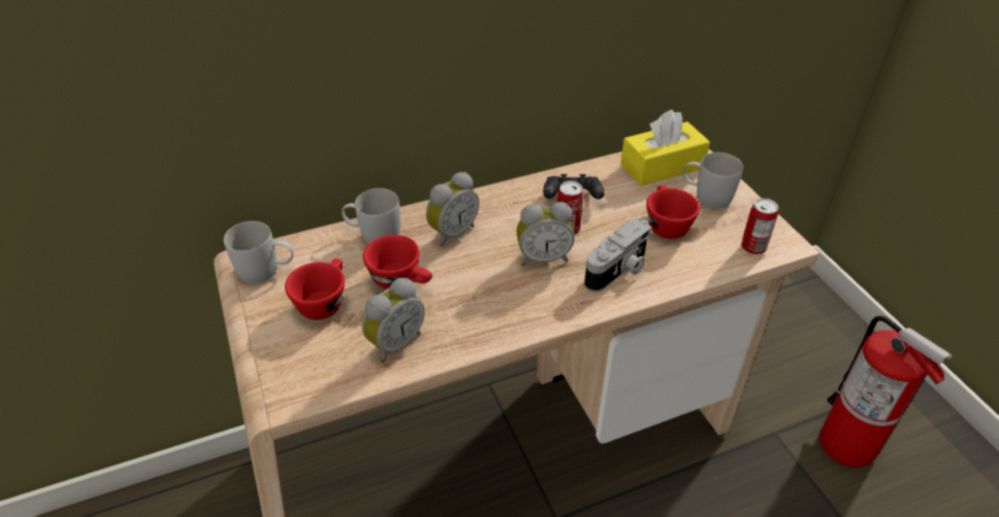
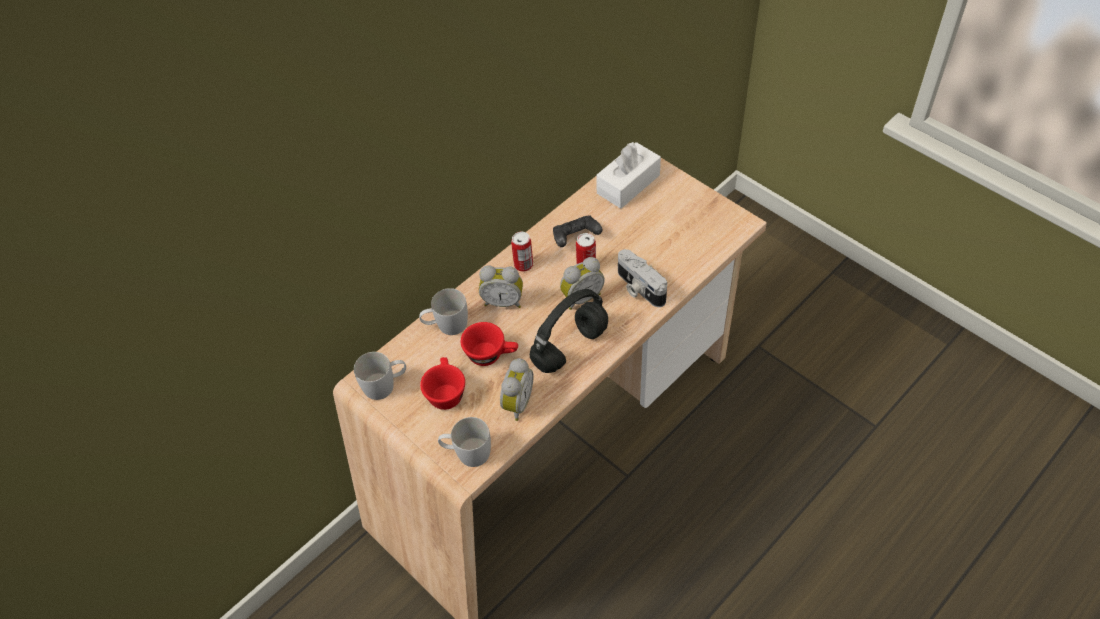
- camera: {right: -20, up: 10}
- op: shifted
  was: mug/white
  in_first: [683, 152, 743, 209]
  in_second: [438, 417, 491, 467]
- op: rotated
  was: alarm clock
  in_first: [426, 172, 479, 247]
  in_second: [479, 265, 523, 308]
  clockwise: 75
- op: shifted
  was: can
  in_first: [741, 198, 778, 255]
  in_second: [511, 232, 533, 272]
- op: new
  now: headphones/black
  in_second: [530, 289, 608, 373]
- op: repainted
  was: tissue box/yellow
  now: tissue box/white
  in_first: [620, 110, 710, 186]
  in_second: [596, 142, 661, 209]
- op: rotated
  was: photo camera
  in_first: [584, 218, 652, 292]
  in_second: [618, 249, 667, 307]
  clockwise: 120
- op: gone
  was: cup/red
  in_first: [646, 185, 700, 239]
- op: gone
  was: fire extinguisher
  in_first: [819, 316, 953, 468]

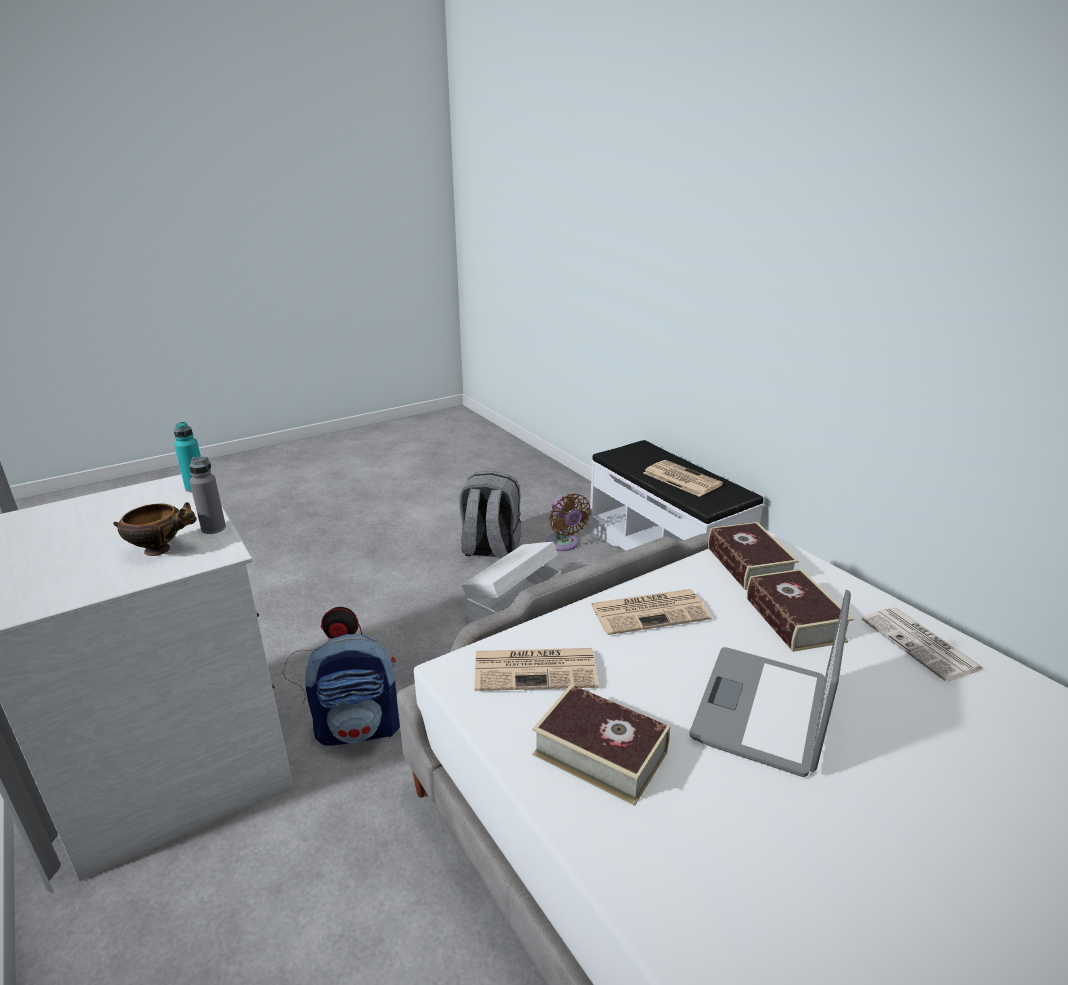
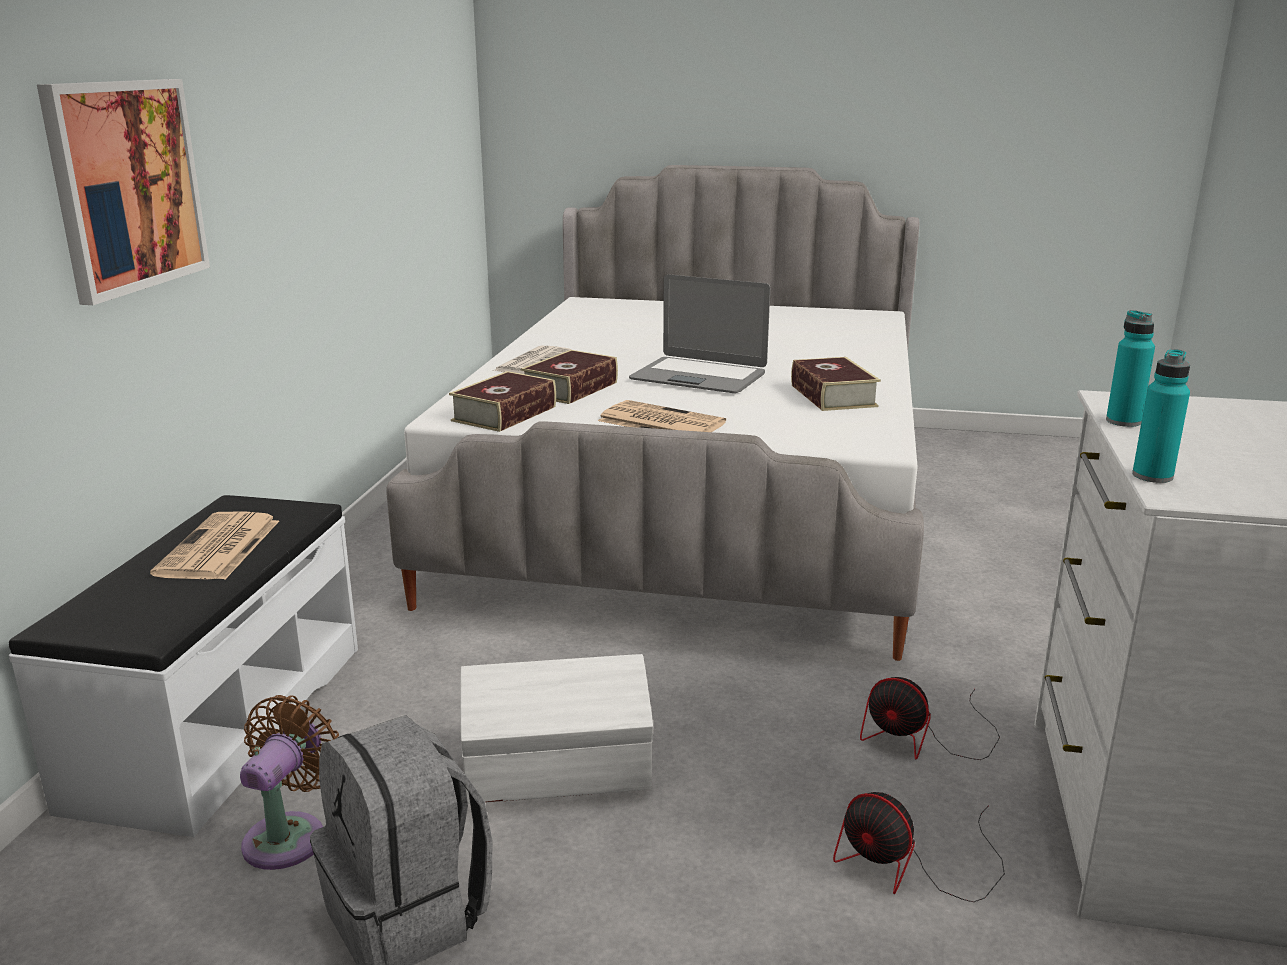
- camera: {right: -135, up: -5}
- op: new
  now: picture
  in_second: [37, 79, 210, 305]
- op: rotated
  was: laptop
  in_first: [690, 590, 851, 777]
  in_second: [629, 274, 770, 393]
  clockwise: 45
- op: swapped
  was: backpack
  now: fan
  in_first: [305, 634, 400, 746]
  in_second: [860, 677, 1000, 760]
- op: repainted
  was: bottle/grey
  now: bottle/turquoise
  in_first: [190, 456, 226, 534]
  in_second: [1106, 310, 1155, 427]
- op: gone
  was: bowl
  in_first: [113, 502, 196, 556]
- op: gone
  was: newspaper
  in_first: [474, 648, 599, 691]

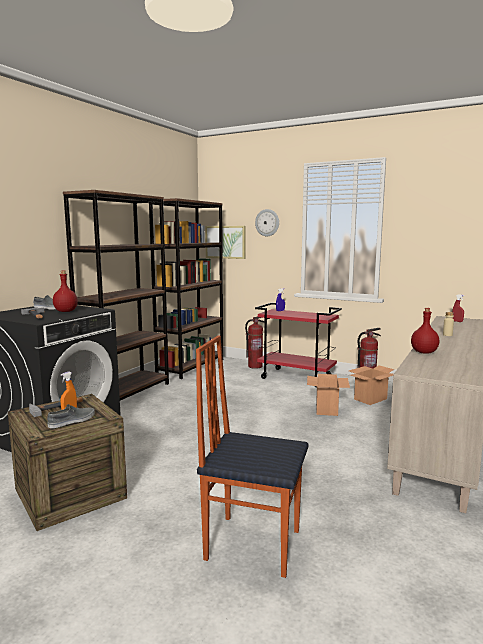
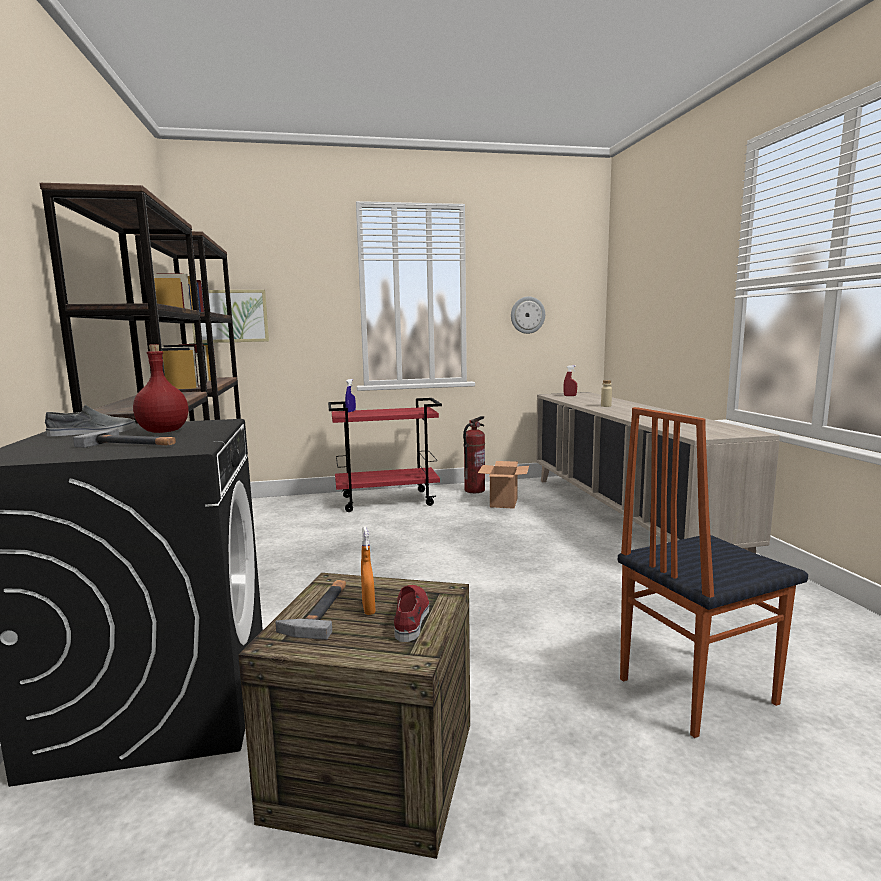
- camera: {right: -40, up: 0}
- op: repainted
  was: shoe/grey
  now: shoe/red
  in_first: [47, 404, 95, 428]
  in_second: [394, 585, 429, 642]
- op: shifted
  was: wall clock
  in_first: [255, 209, 279, 236]
  in_second: [511, 297, 545, 334]
- op: gone
  was: fire extinguisher
  in_first: [245, 317, 265, 369]
- op: gone
  was: cardboard box
  in_first: [307, 374, 350, 416]
- op: gone
  was: bottle/red
  in_first: [411, 308, 439, 354]

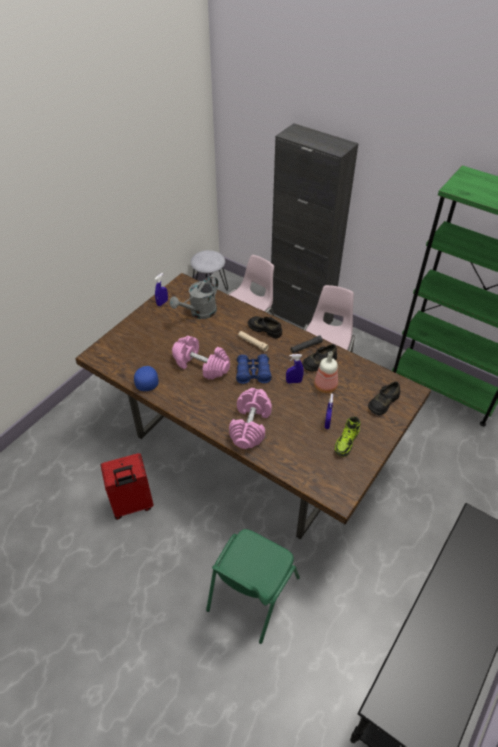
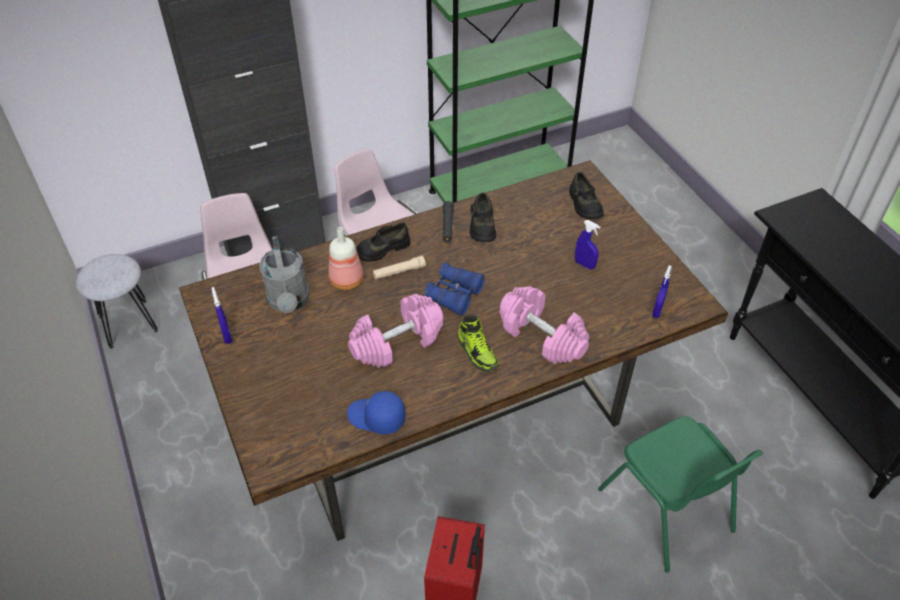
- camera: {right: -60, up: 0}
- op: shifted
  was: bottle
  in_first: [314, 351, 338, 393]
  in_second: [329, 227, 364, 290]
- op: shifted
  was: shoe
  in_first: [334, 417, 361, 457]
  in_second: [457, 314, 499, 372]
- op: shifted
  was: spray bottle/blue
  in_first: [286, 354, 304, 384]
  in_second: [652, 265, 672, 318]

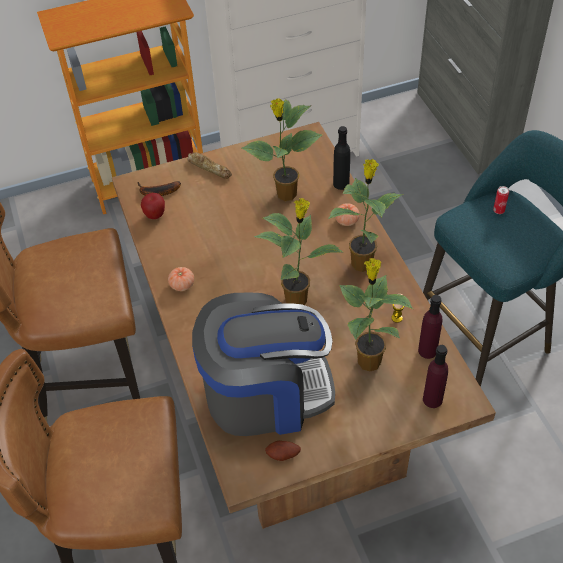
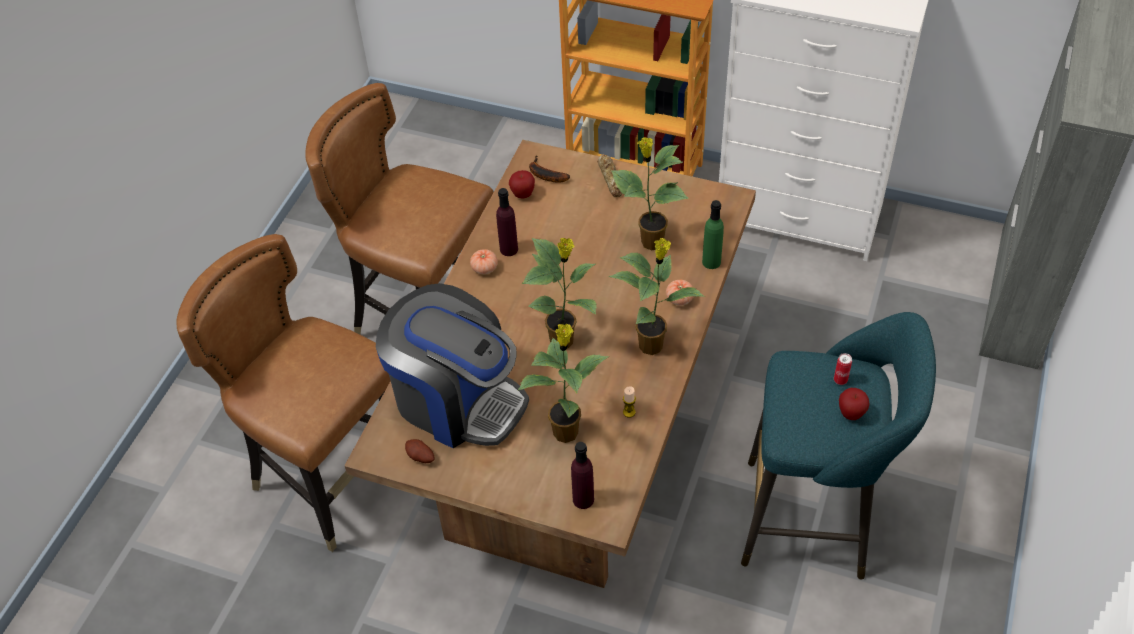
- camera: {right: 40, up: 0}
- op: shifted
  was: bottle/purple
  in_first: [418, 295, 442, 359]
  in_second: [496, 188, 518, 256]
- op: repainted
  was: bottle/black
  now: bottle/green
  in_first: [333, 126, 350, 190]
  in_second: [702, 200, 724, 269]
- op: new
  now: apple
  in_second: [839, 388, 870, 420]

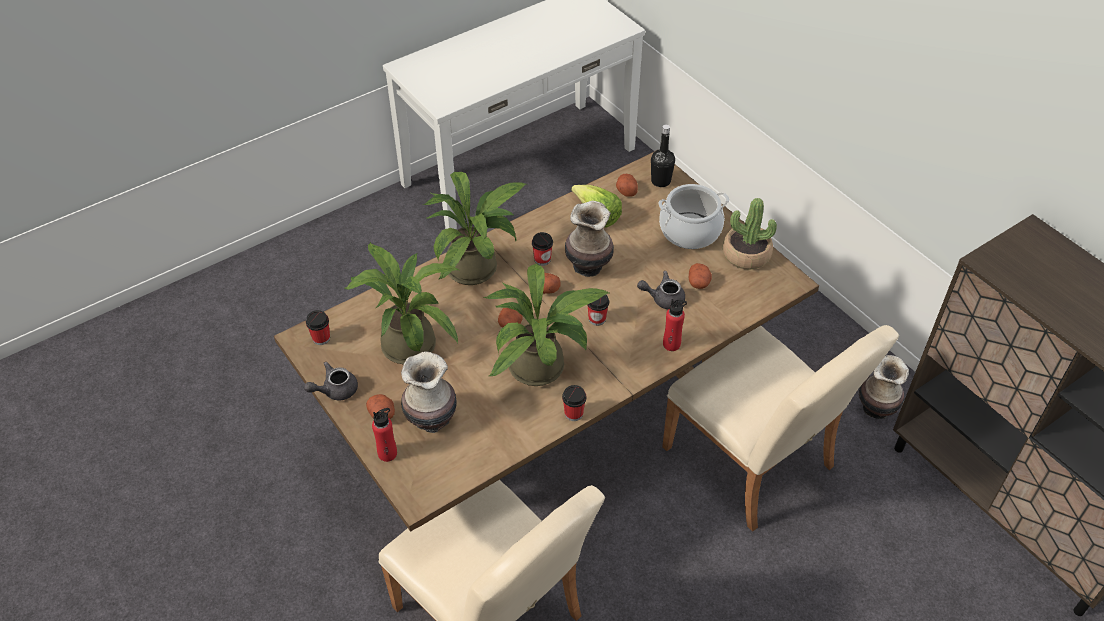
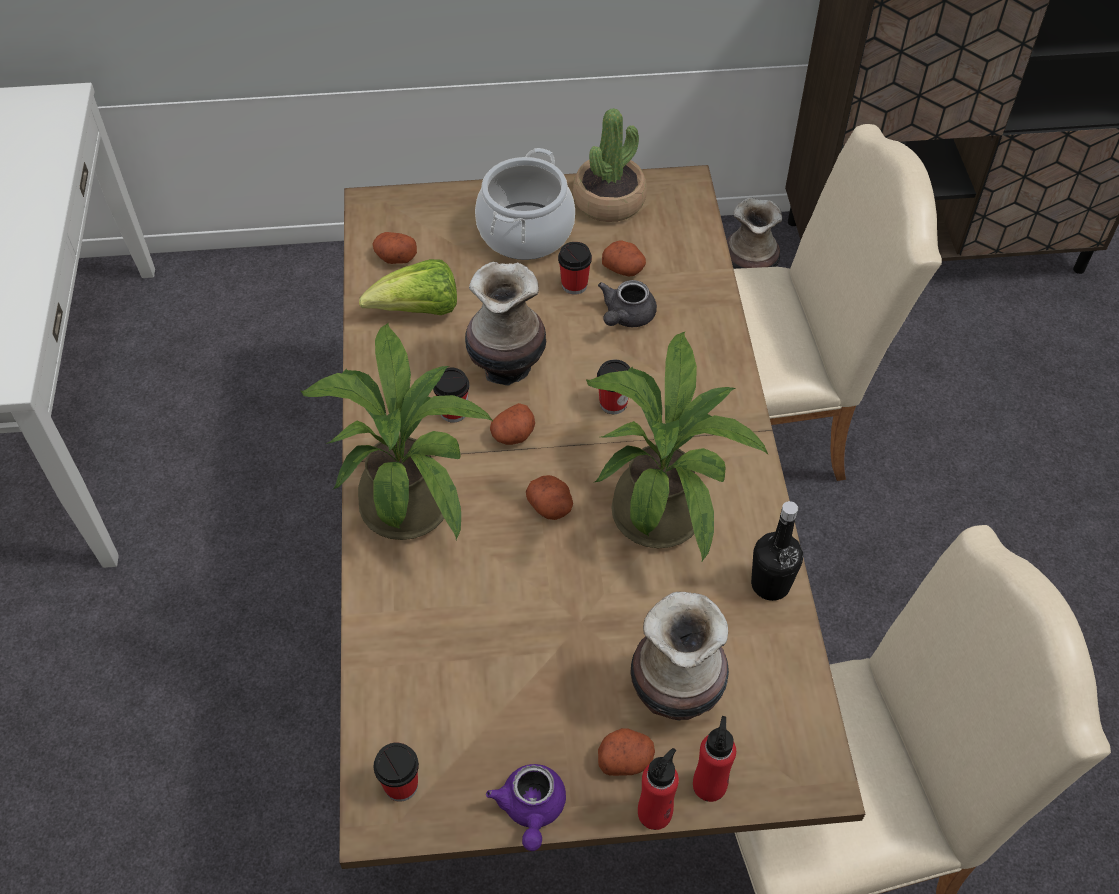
- camera: {right: -60, up: 5}
- op: repainted
  was: teapot/grey
  now: teapot/purple
  in_first: [304, 362, 358, 401]
  in_second: [486, 764, 566, 851]
- op: shifted
  was: cup
  in_first: [562, 385, 586, 421]
  in_second: [558, 242, 592, 295]
- op: shifted
  was: bottle/red
  in_first: [663, 299, 687, 351]
  in_second: [638, 748, 679, 830]
- op: shifted
  was: bottle/black
  in_first: [651, 124, 675, 187]
  in_second: [751, 501, 803, 601]
- op: gone
  was: potted plant
  in_first: [345, 242, 459, 365]

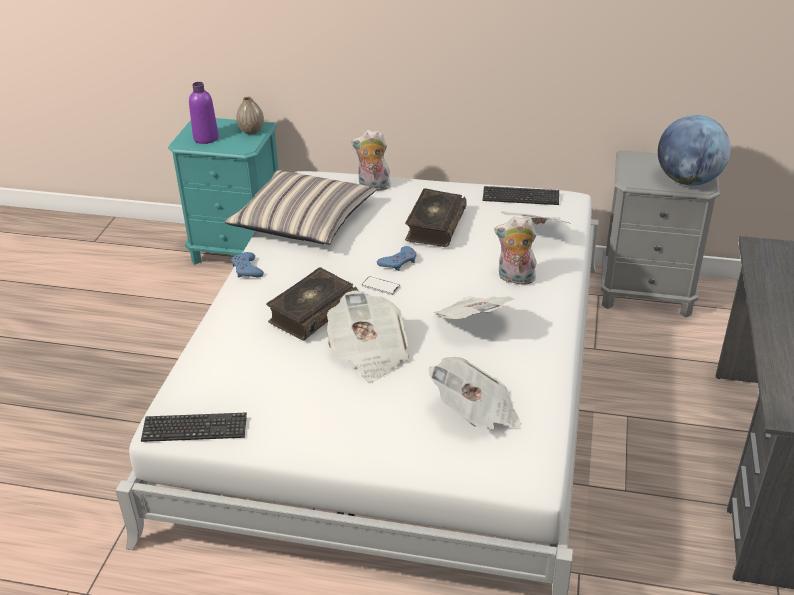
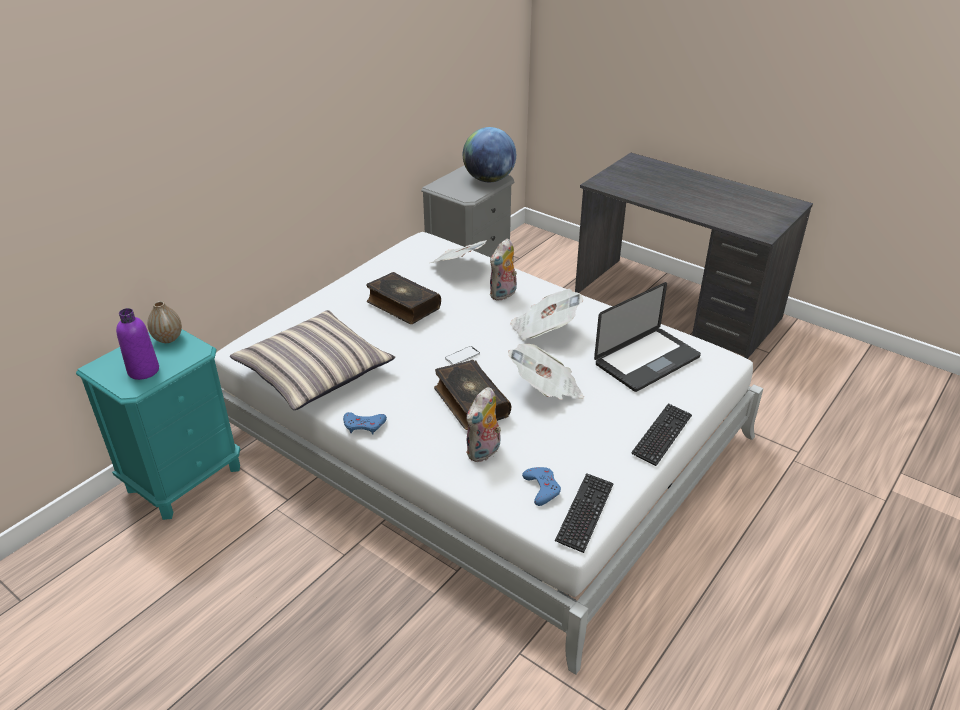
- camera: {right: -65, up: 0}
- op: shifted
  was: plush toy
  in_first: [351, 130, 391, 191]
  in_second: [466, 387, 501, 462]
- op: shifted
  was: game controller/blue
  in_first: [377, 246, 416, 271]
  in_second: [522, 467, 561, 506]
- op: swapped
  was: newspaper
  now: laptop
  in_first: [429, 357, 522, 429]
  in_second: [594, 282, 701, 392]
- op: shifted
  was: keyboard
  in_first: [483, 186, 559, 205]
  in_second: [631, 403, 692, 466]

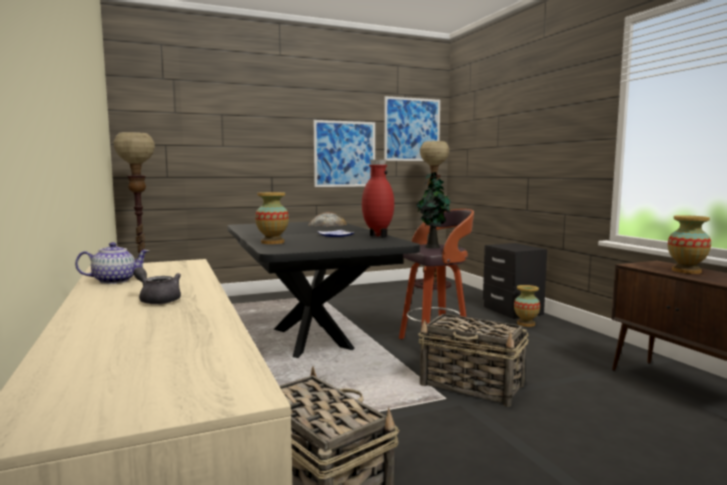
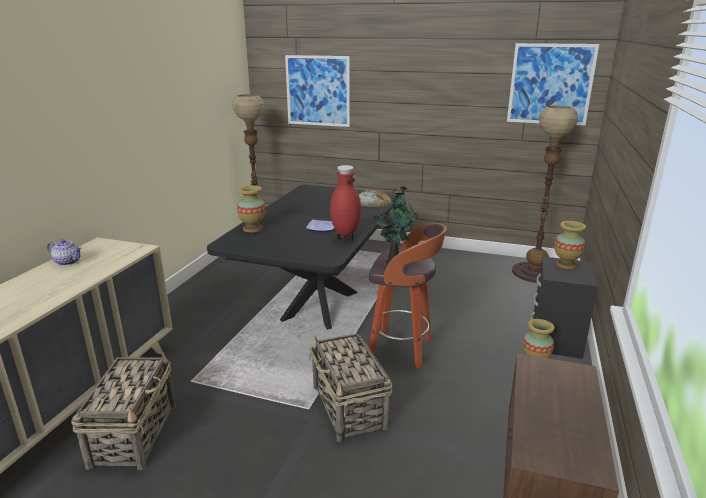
- camera: {right: 40, up: 15}
- op: shifted
  was: picture
  in_first: [314, 120, 375, 187]
  in_second: [285, 55, 350, 127]
- op: shifted
  was: vase
  in_first: [668, 215, 711, 274]
  in_second: [554, 221, 586, 269]
- op: gone
  was: teapot/grey
  in_first: [134, 267, 181, 304]

